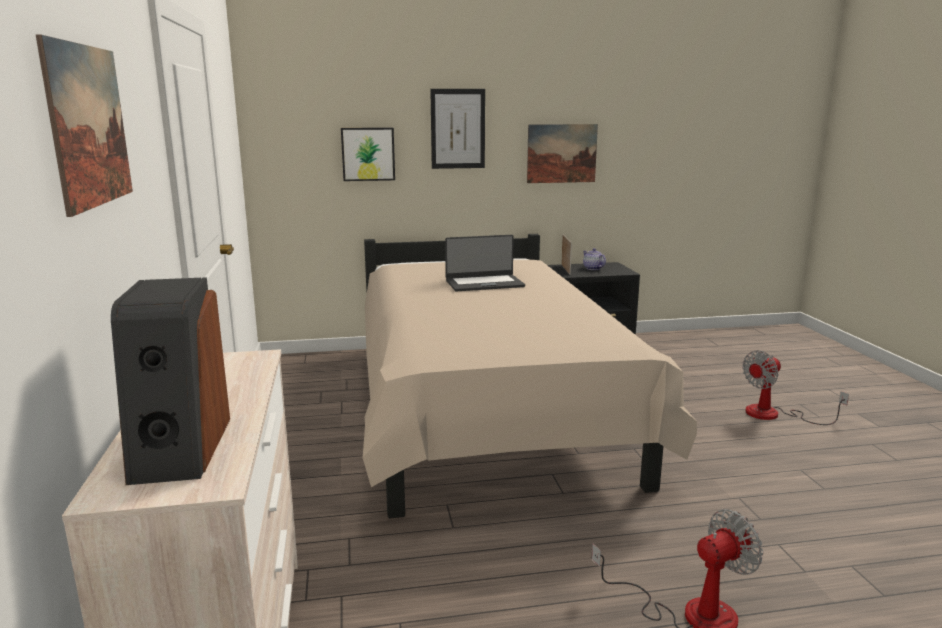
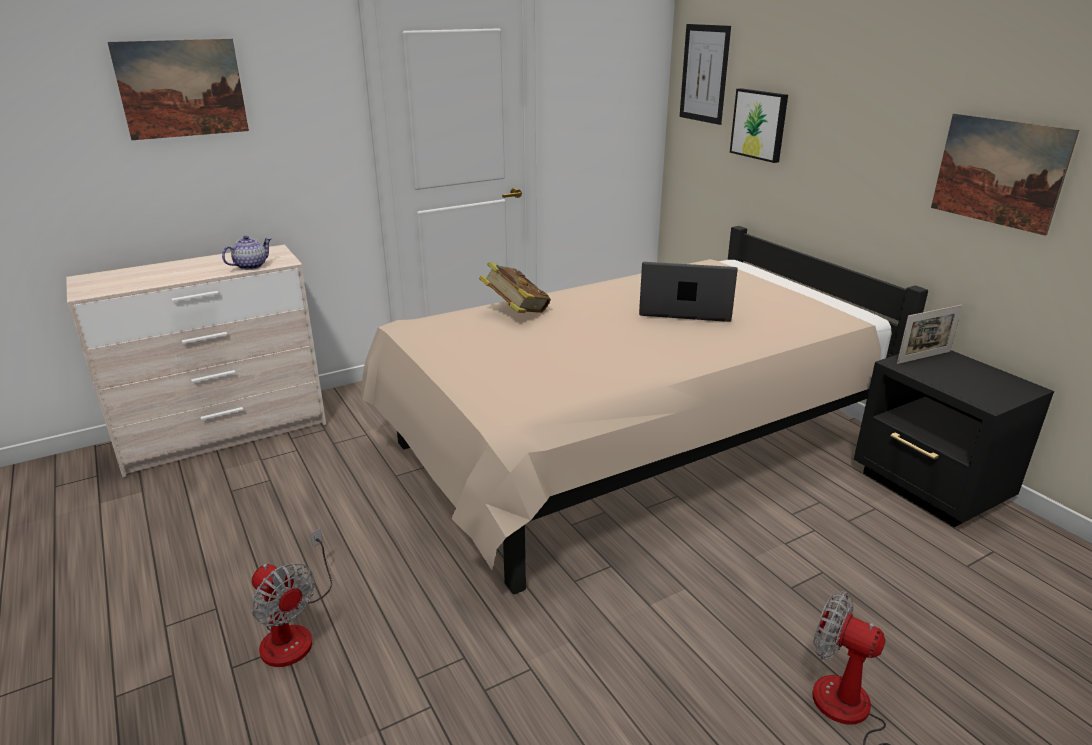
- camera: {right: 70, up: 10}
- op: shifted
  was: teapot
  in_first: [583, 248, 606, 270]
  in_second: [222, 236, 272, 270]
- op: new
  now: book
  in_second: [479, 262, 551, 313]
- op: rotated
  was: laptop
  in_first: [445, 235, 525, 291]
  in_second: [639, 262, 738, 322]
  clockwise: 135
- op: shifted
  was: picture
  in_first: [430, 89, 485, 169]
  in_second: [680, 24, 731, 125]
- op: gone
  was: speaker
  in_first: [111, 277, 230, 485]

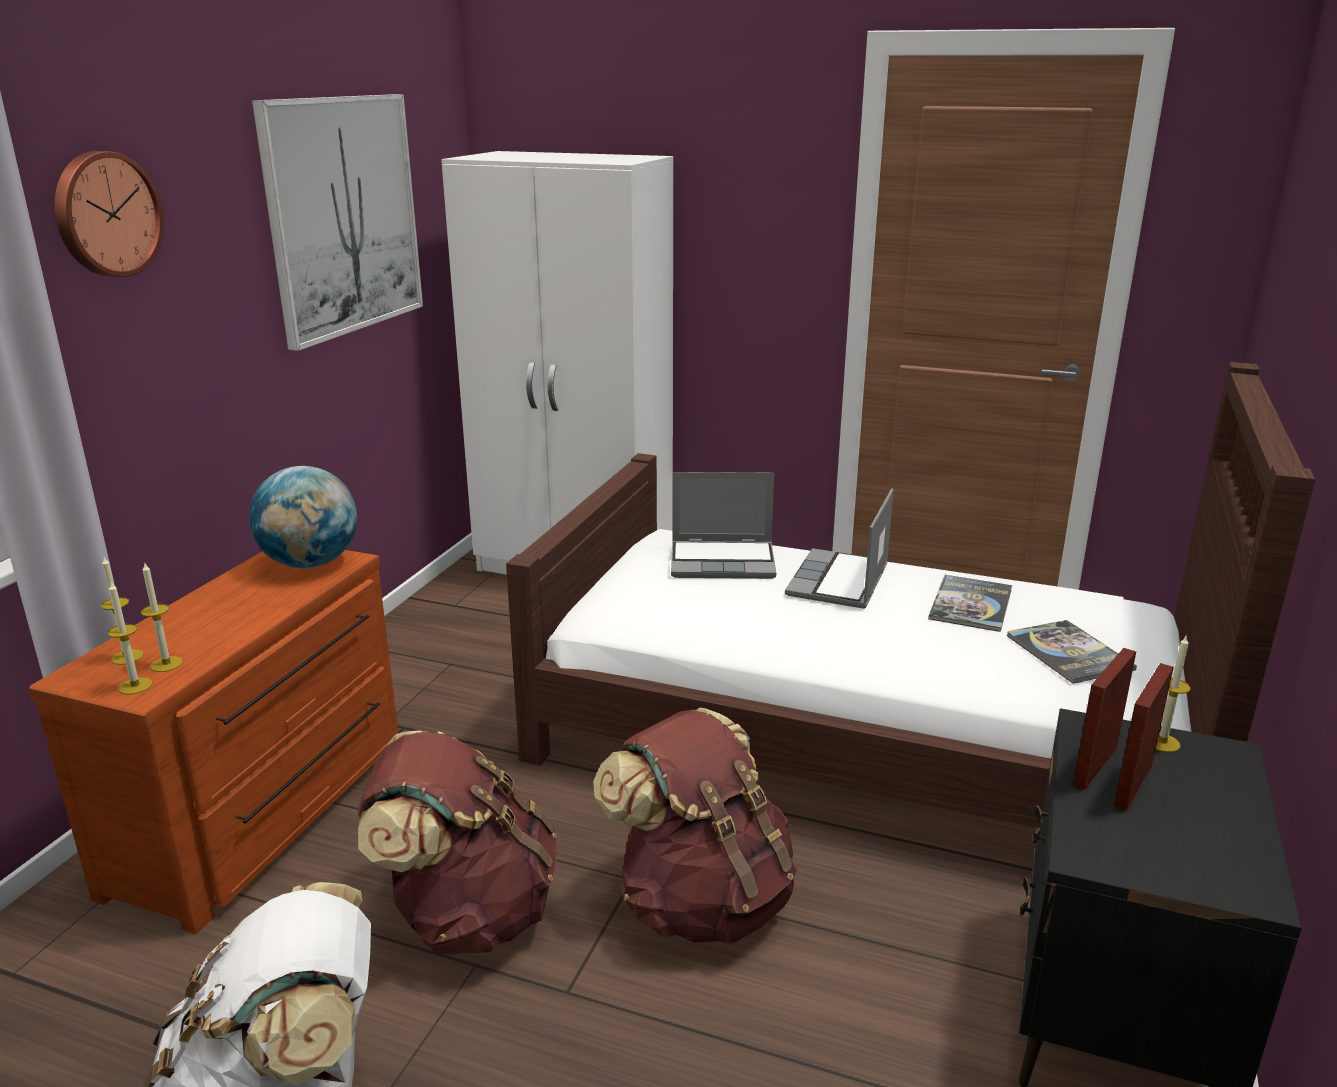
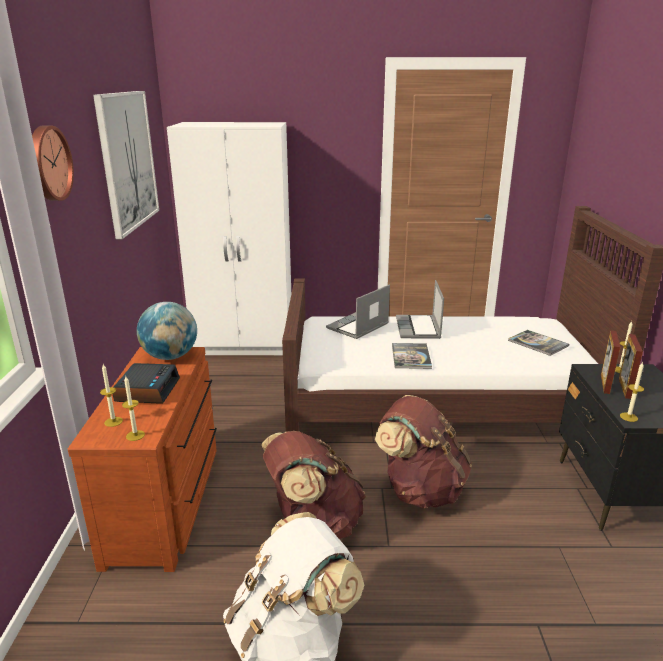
- camera: {right: -20, up: 0}
- op: new
  now: alarm clock
  in_second: [113, 363, 180, 404]
- op: rotated
  was: laptop
  in_first: [671, 472, 776, 579]
  in_second: [326, 284, 390, 339]
  clockwise: 150
- op: shifted
  was: book
  in_first: [928, 575, 1012, 632]
  in_second: [392, 343, 432, 369]
- op: shifted
  was: candle
  in_first: [141, 562, 183, 672]
  in_second: [620, 362, 644, 422]

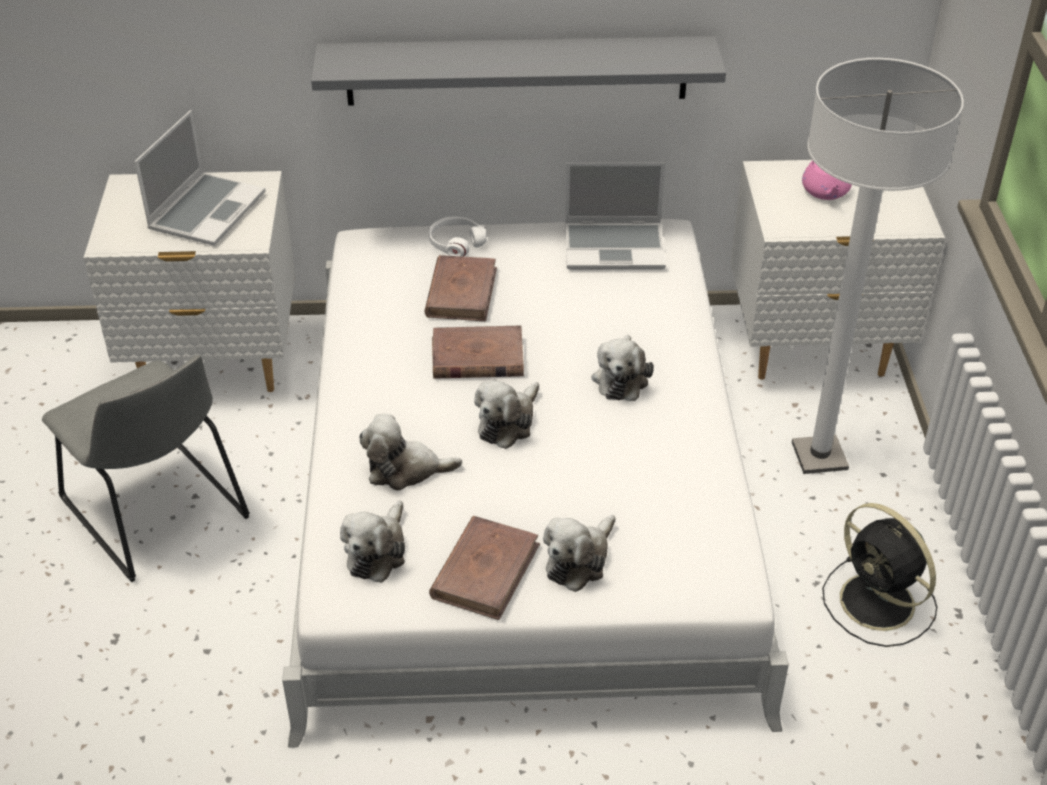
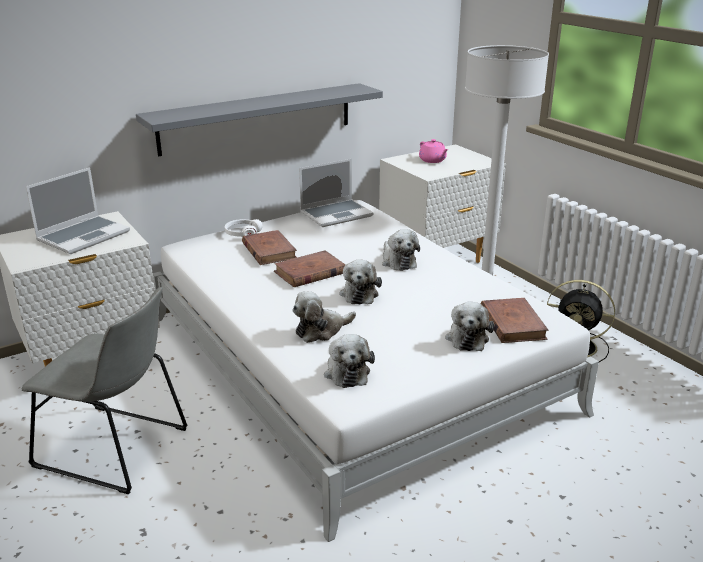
- camera: {right: -30, up: -15}
- op: rotated
  was: laptop
  in_first: [134, 110, 265, 246]
  in_second: [26, 167, 130, 254]
  clockwise: 45
- op: shifted
  was: book/brown
  in_first: [429, 516, 540, 620]
  in_second: [481, 298, 549, 343]

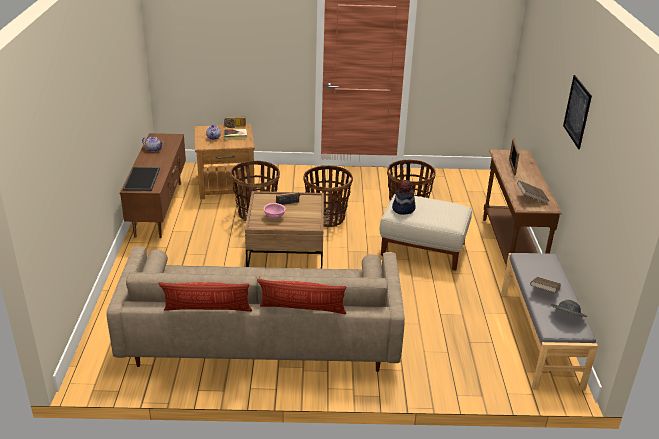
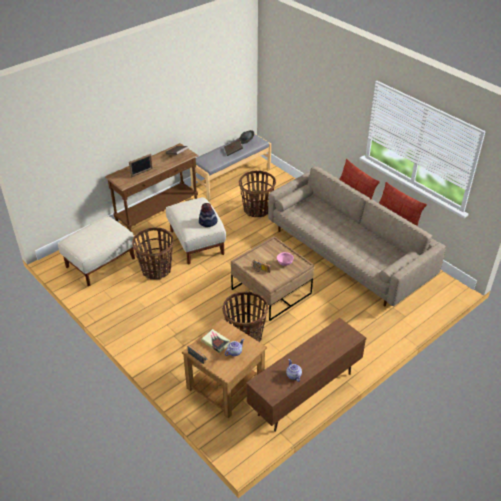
- camera: {right: -130, up: 10}
- op: new
  now: ottoman/beige
  in_second: [58, 216, 135, 286]
- op: shifted
  was: basket
  in_first: [304, 165, 353, 227]
  in_second: [239, 170, 276, 217]
- op: gone
  was: tray
  in_first: [123, 167, 160, 191]
- op: gone
  was: picture
  in_first: [563, 75, 592, 149]

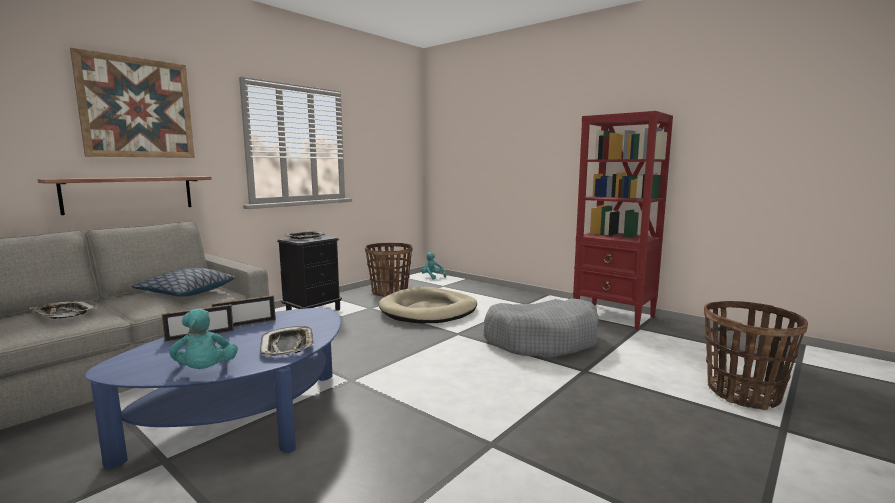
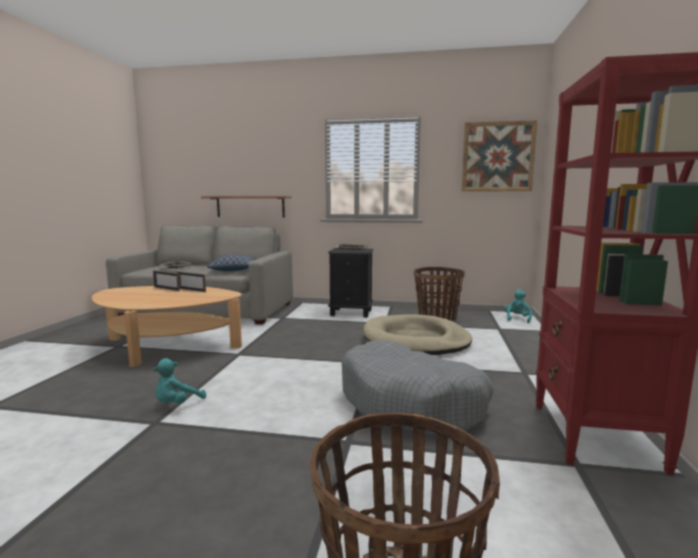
- camera: {right: 60, up: 0}
- op: repainted
  was: coffee table/blue
  now: coffee table/beige
  in_first: [85, 308, 341, 469]
  in_second: [92, 286, 242, 367]
- op: shifted
  was: plush toy/turquoise
  in_first: [169, 309, 238, 369]
  in_second: [153, 358, 206, 403]
- op: shifted
  was: picture
  in_first: [70, 48, 195, 158]
  in_second: [462, 120, 537, 192]
- op: gone
  was: tray
  in_first: [260, 326, 314, 357]

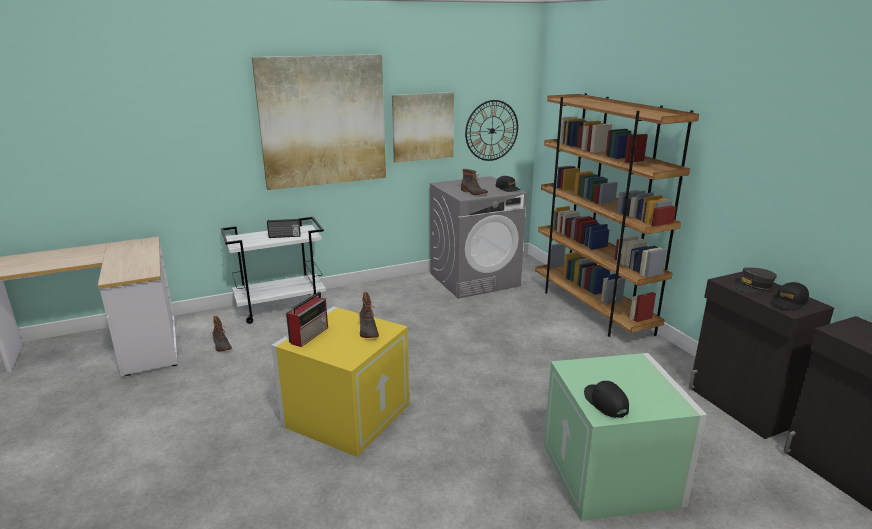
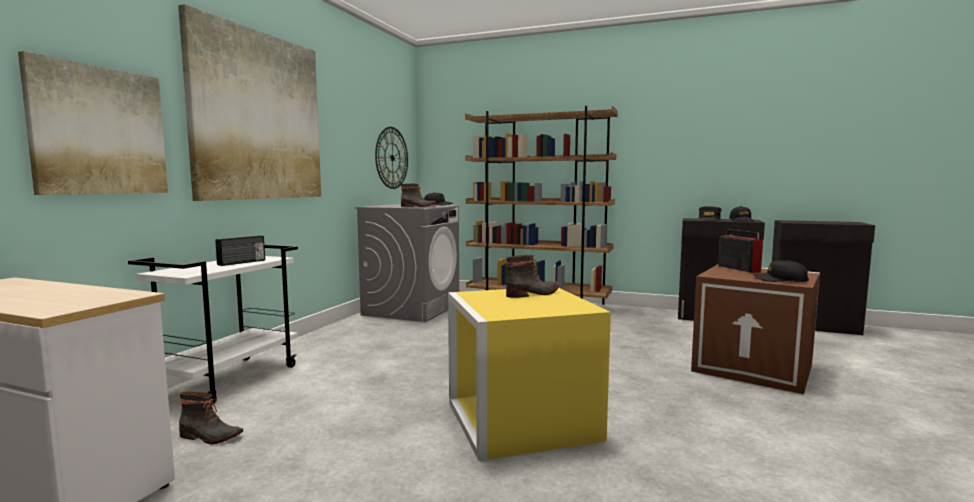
- camera: {right: -45, up: -15}
- op: shifted
  was: picture
  in_first: [392, 92, 454, 163]
  in_second: [18, 51, 168, 195]
- op: rotated
  was: boot
  in_first: [360, 292, 379, 338]
  in_second: [506, 255, 559, 298]
  clockwise: -60
- op: repainted
  was: storage box/green
  now: storage box/brown
  in_first: [544, 353, 707, 521]
  in_second: [691, 264, 820, 394]
- op: shifted
  was: radio
  in_first: [286, 291, 328, 347]
  in_second: [718, 229, 763, 273]

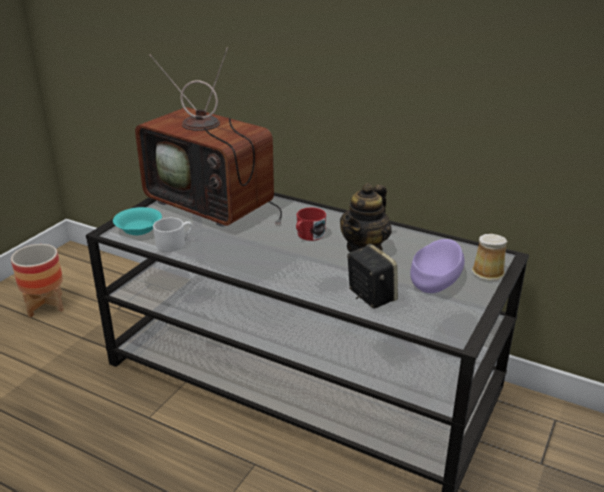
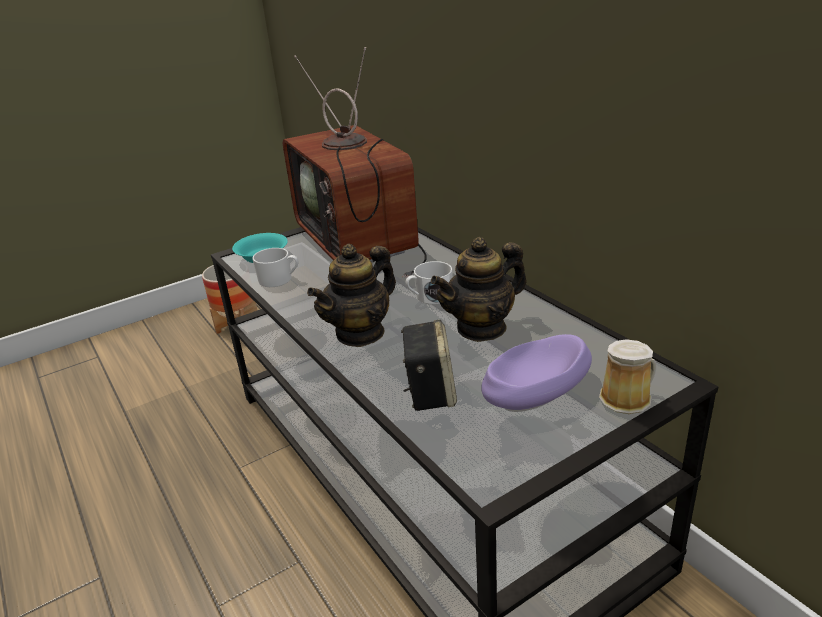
- camera: {right: 30, up: 0}
- op: new
  now: teapot
  in_second: [307, 244, 396, 347]
- op: repainted
  was: mug/red
  now: mug/white
  in_first: [296, 208, 326, 241]
  in_second: [406, 261, 453, 305]

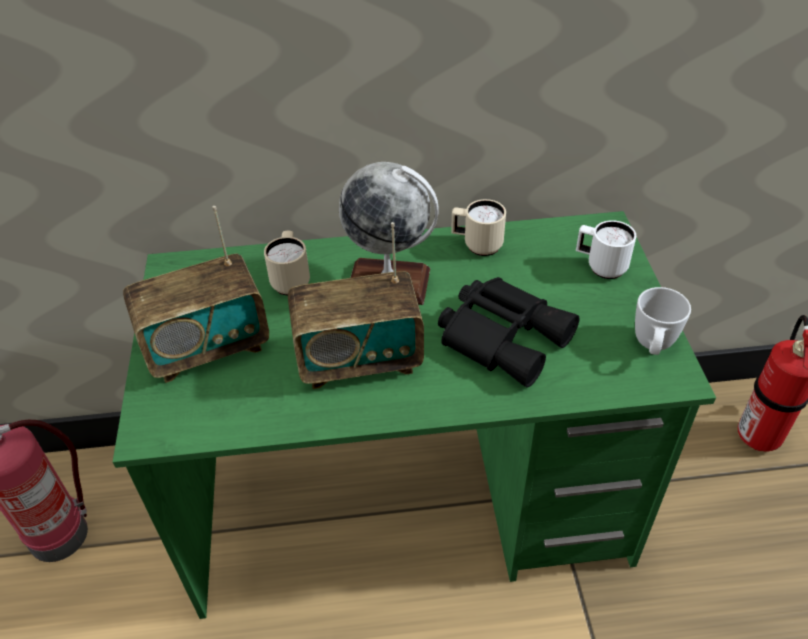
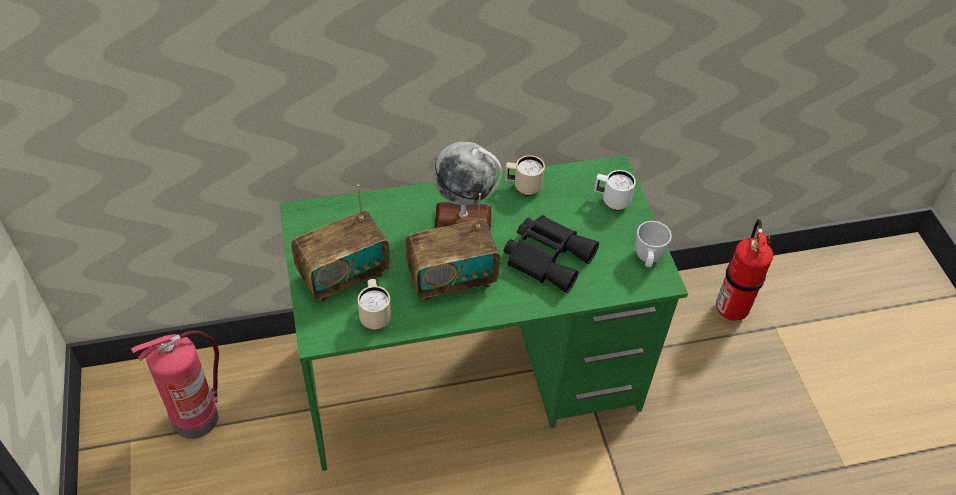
- camera: {right: -10, up: 5}
- op: shifted
  was: mug/beige
  in_first: [264, 231, 310, 295]
  in_second: [358, 279, 391, 330]

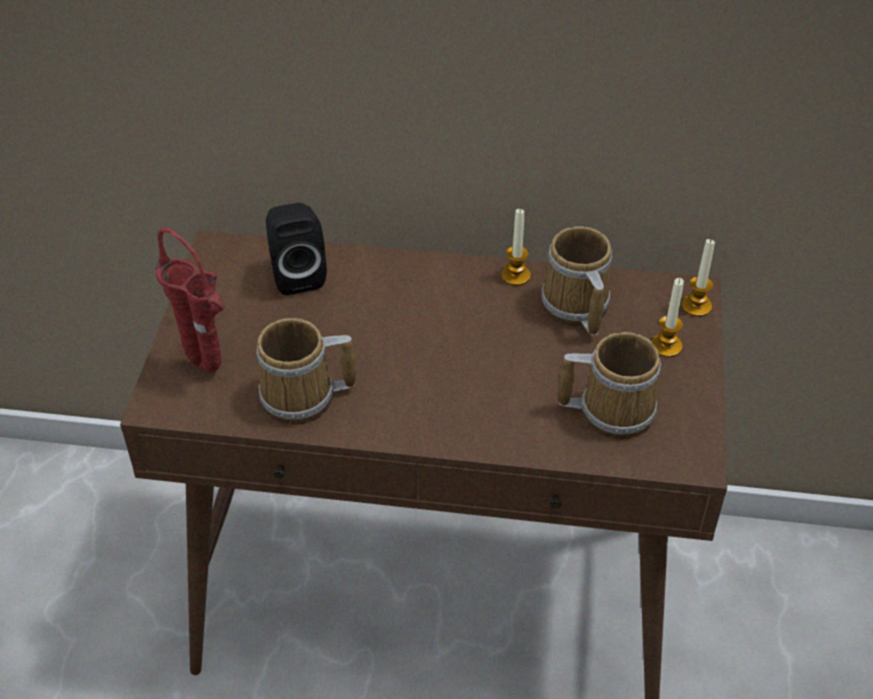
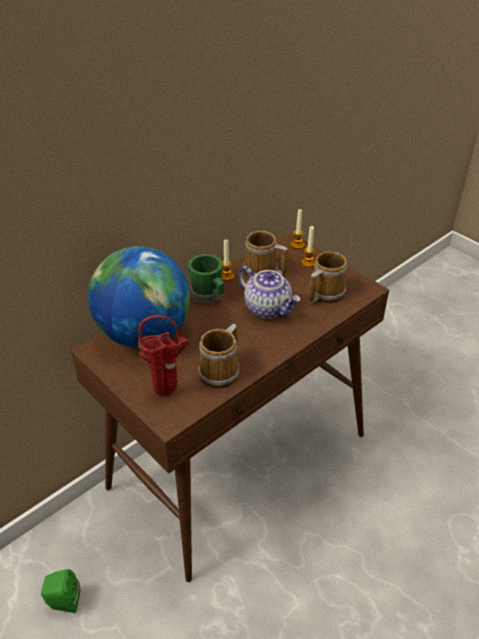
- camera: {right: -50, up: -5}
- op: new
  now: speaker/green
  in_second: [41, 569, 80, 613]
- op: swapped
  was: speaker/black
  now: globe
  in_first: [266, 203, 327, 295]
  in_second: [88, 246, 190, 348]
- op: new
  now: mug/green
  in_second: [188, 254, 224, 303]
- op: new
  now: teapot
  in_second: [238, 266, 300, 319]

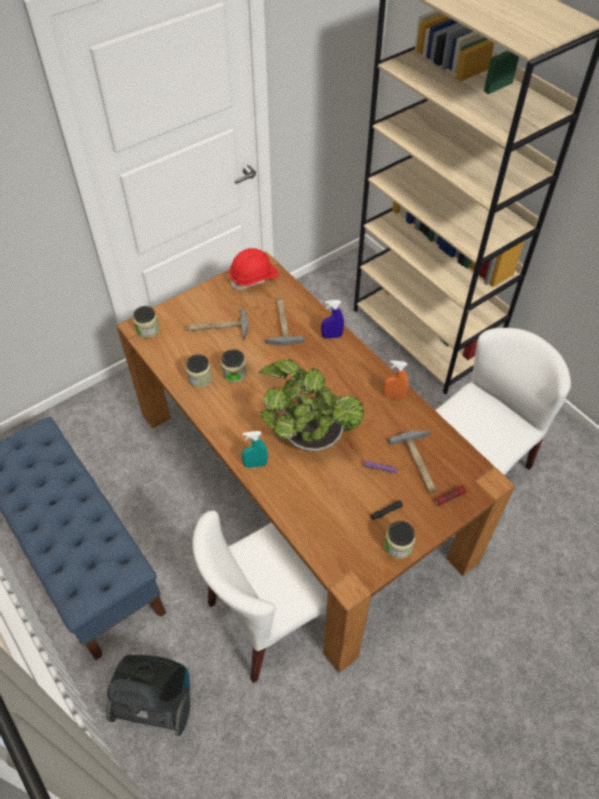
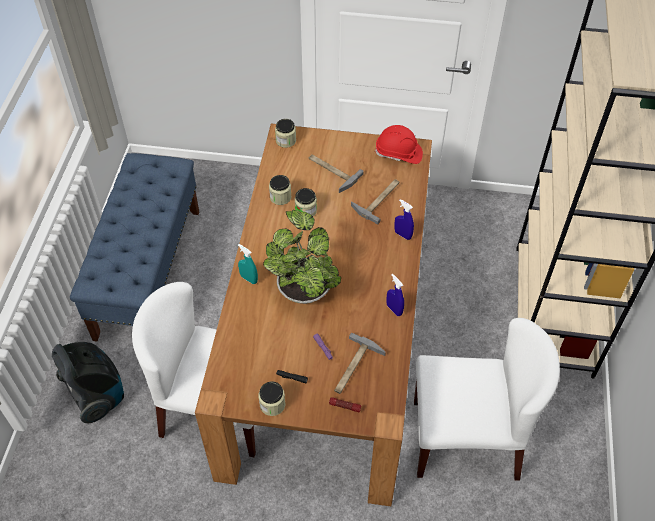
- camera: {right: 45, up: 0}
- op: repainted
  was: spray bottle/orange
  now: spray bottle/blue
  in_first: [383, 360, 408, 399]
  in_second: [386, 274, 404, 316]

